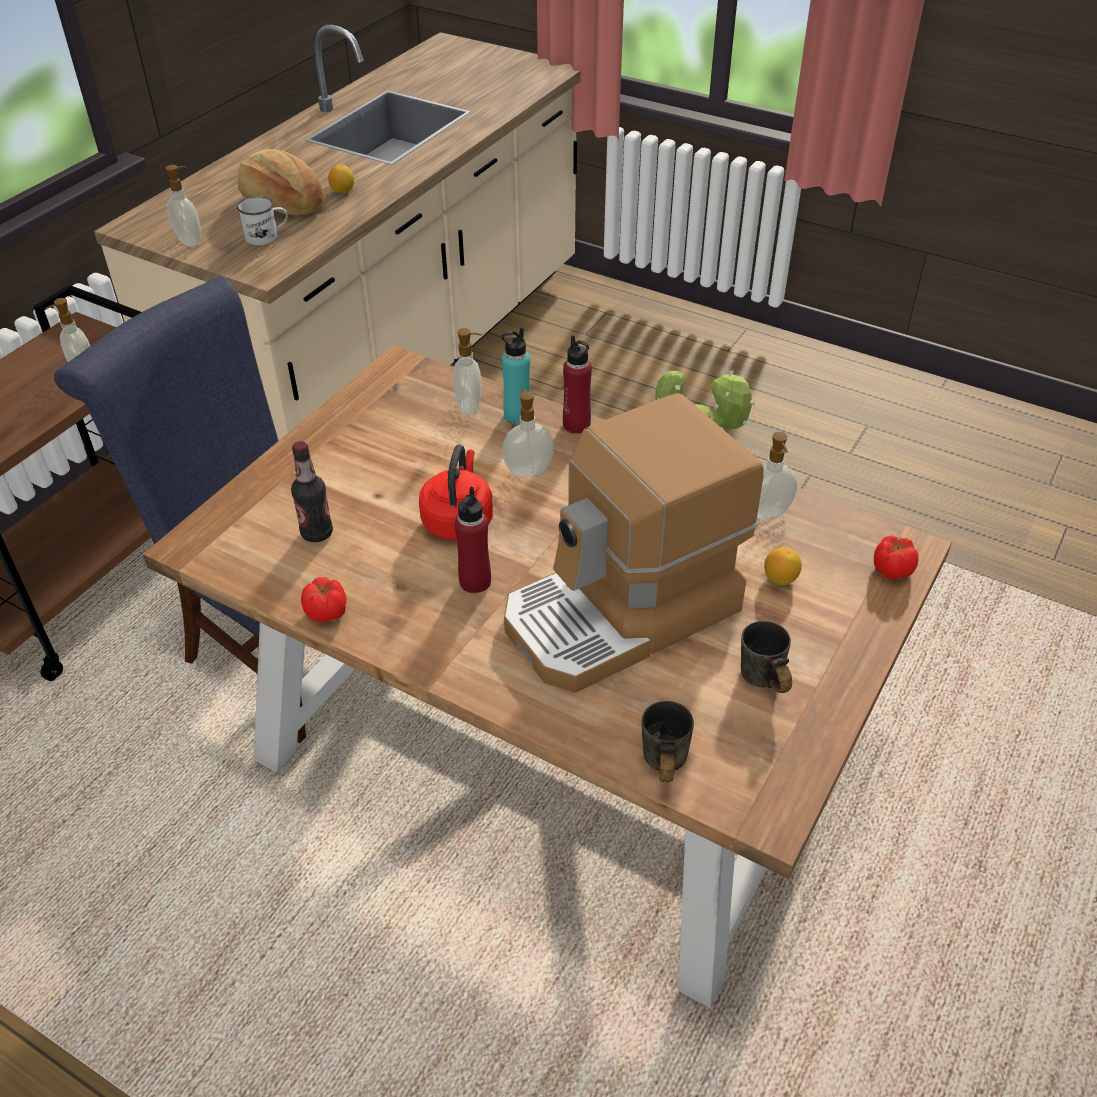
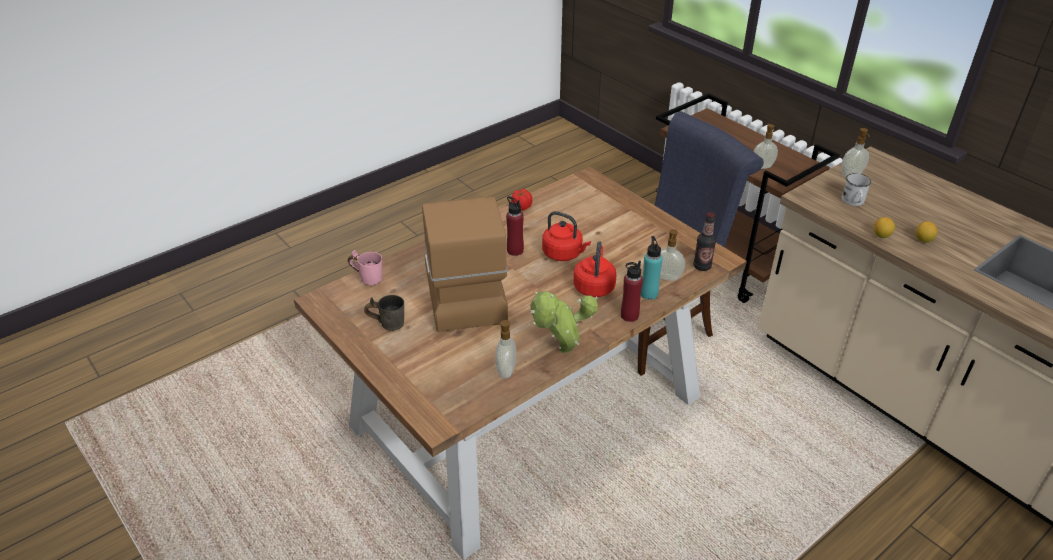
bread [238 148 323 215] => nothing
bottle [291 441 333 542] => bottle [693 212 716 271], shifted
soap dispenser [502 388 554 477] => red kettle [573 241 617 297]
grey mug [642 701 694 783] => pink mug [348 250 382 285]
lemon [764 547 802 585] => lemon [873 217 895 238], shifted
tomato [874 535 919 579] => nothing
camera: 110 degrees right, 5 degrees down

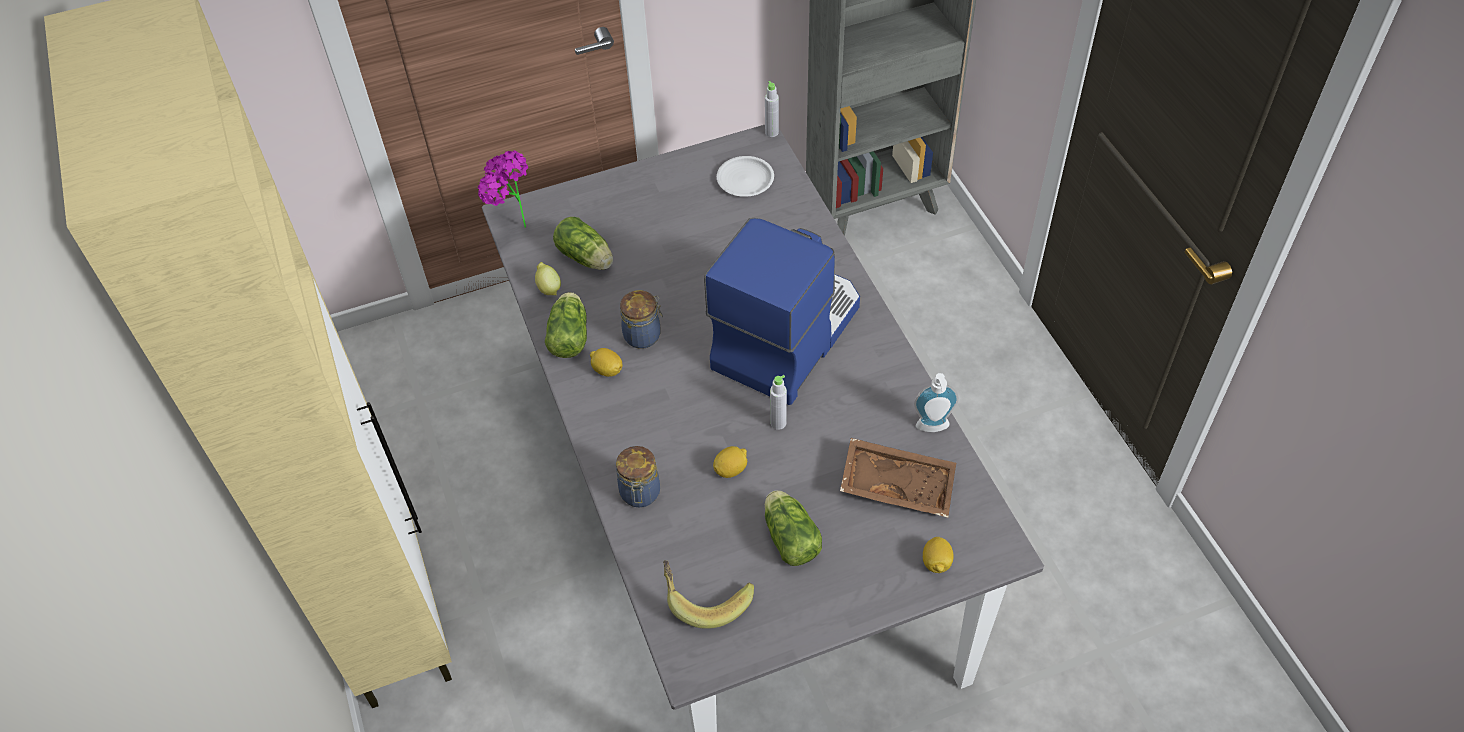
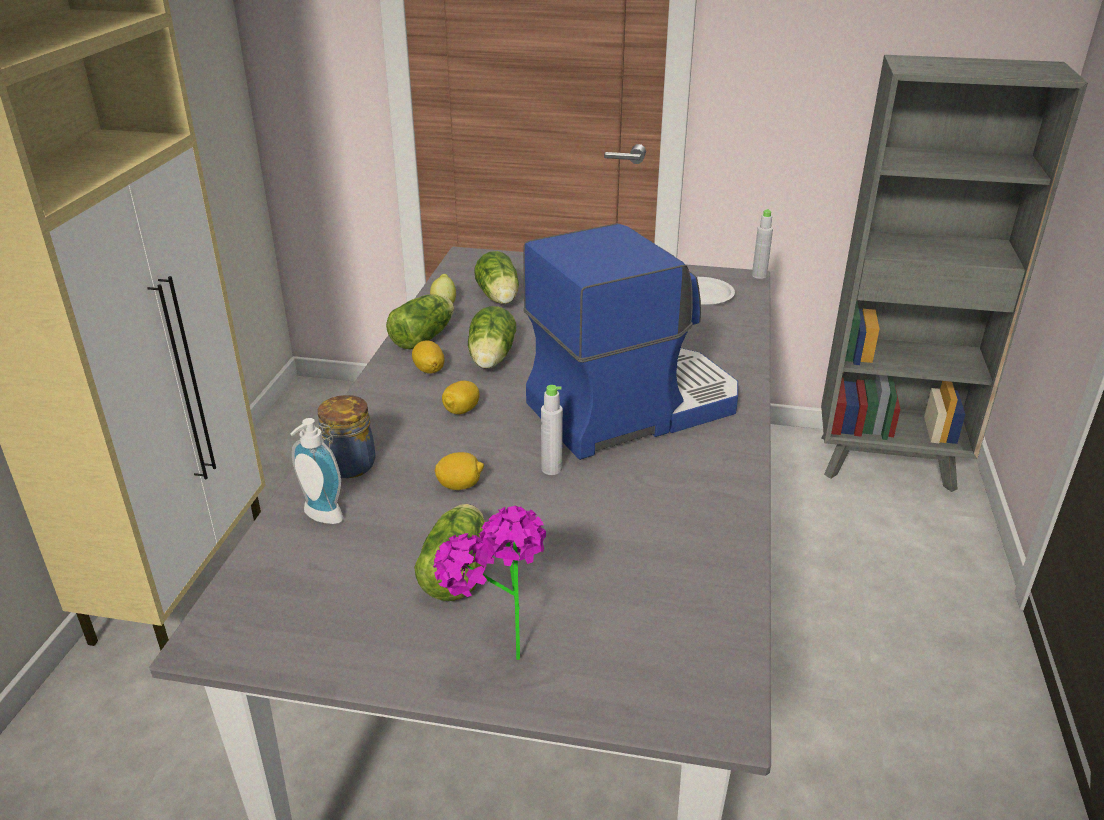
potted plant [477 150 528 228] => potted plant [433 506 546 660], shifted
jar [620 290 663 349] => lettuce [468 306 516 369]
banana [663 560 754 629] => nothing
brown tray [840 438 956 518] => nothing
soap dispenser [914 373 959 432] => soap dispenser [290 418 343 524], shifted
lemon [923 537 954 573] => lemon [442 381 480 414], shifted
camera: 30 degrees right, 20 degrees down

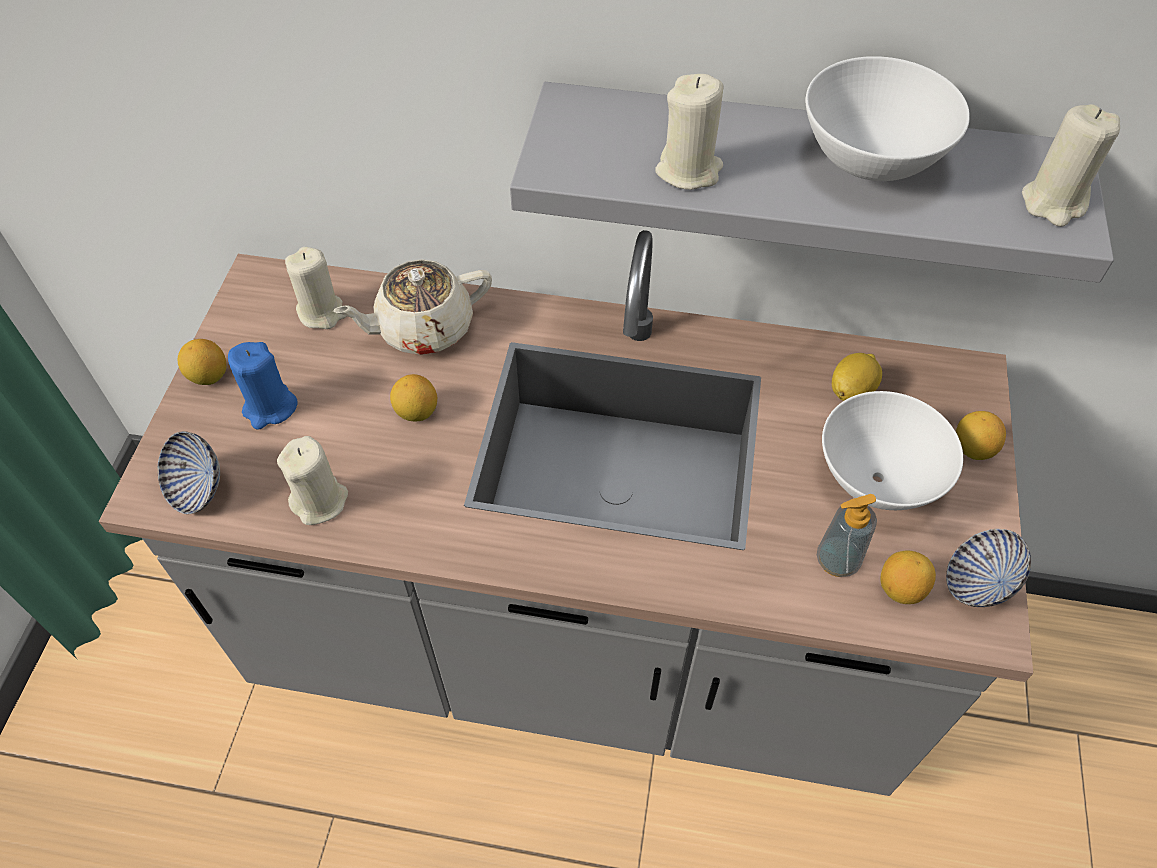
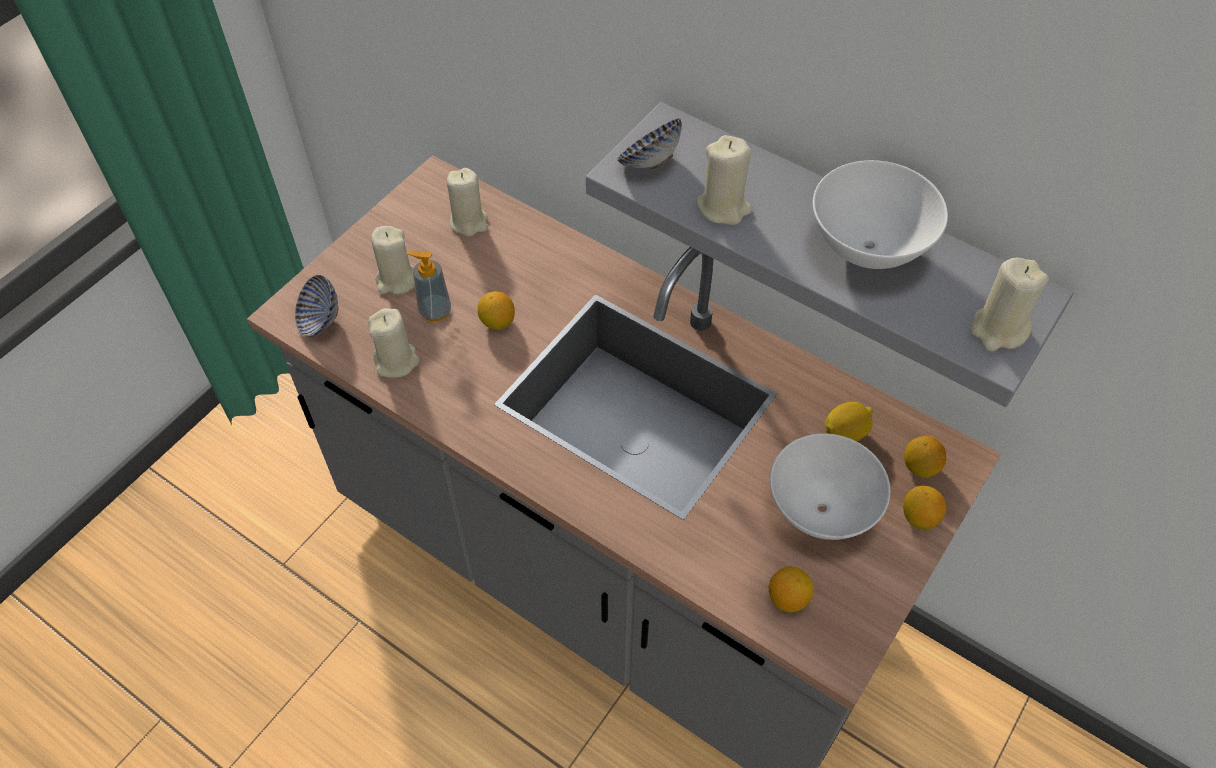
lemon [178 339 226 385] => lemon [904 436 946 478], shifted
blue candle [228 342 297 430] => beige candle [371 226 415 295]
beige teapot [333 259 492 355] => nothing
soap dispenser [817 494 877 577] => soap dispenser [406 251 451 321], shifted
bowl [946 529 1031 607] => bowl [617 118 682 169], shifted
camera: 25 degrees right, 0 degrees up

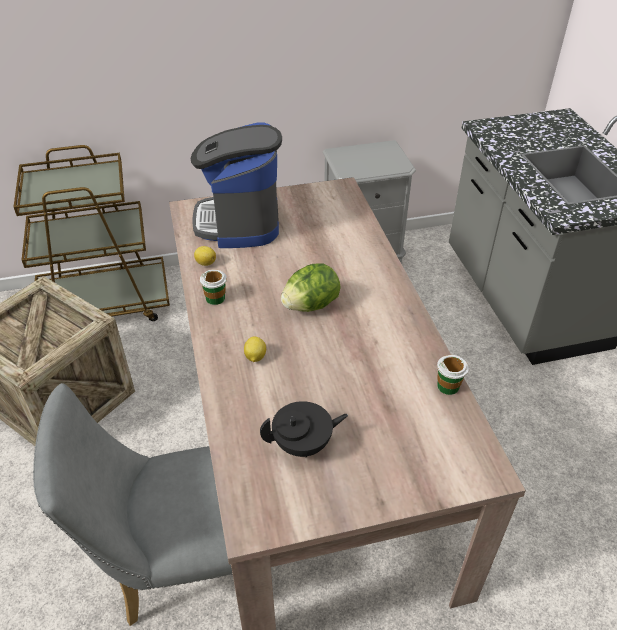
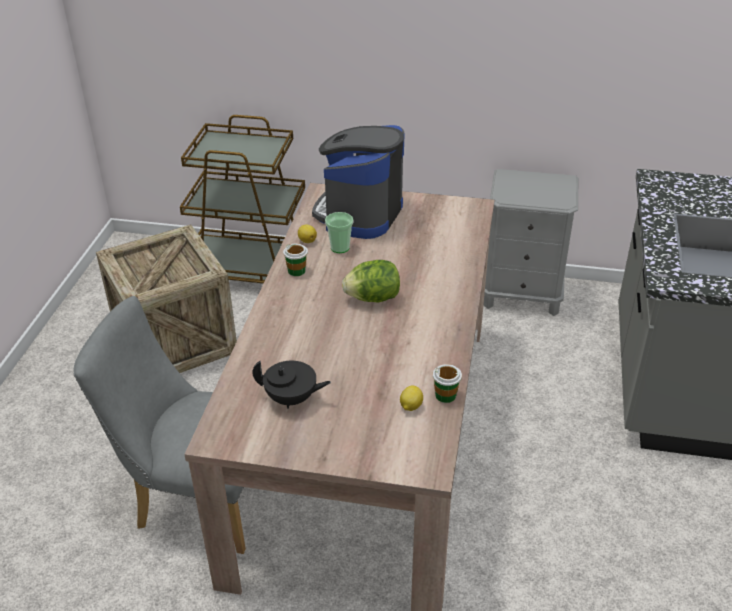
lemon [244 337 266 362] => lemon [400 386 423 411], shifted
nothing => cup [325 212 353 253]
camera: 25 degrees right, 5 degrees down

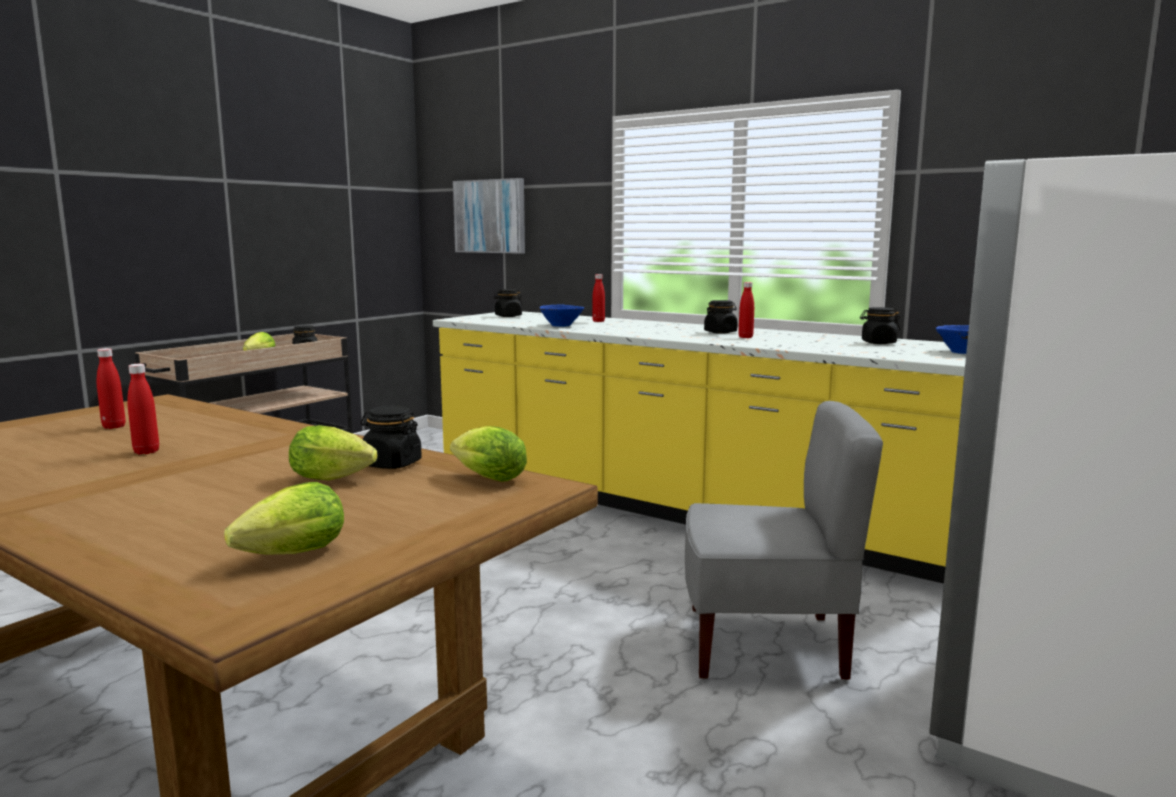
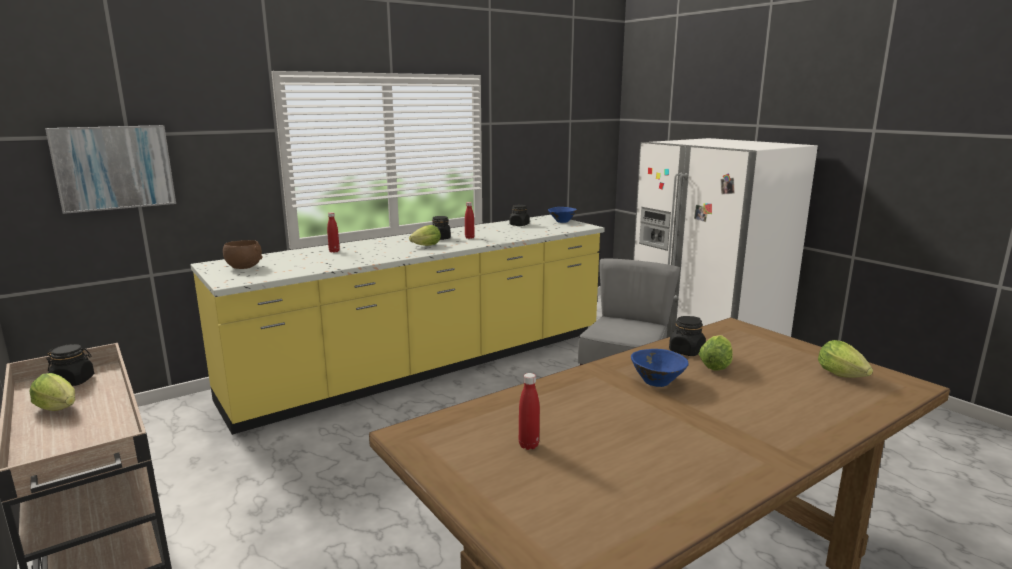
red bottle [127 364 159 454] => nothing
lettuce [450 426 527 482] => lettuce [409 225 441 246], shifted
black jar [493 289 522 317] => brown bowl [223 240 263 269]
blue bowl [539 305 584 327] => blue bowl [631 349 688 387], shifted
camera: 70 degrees left, 5 degrees up

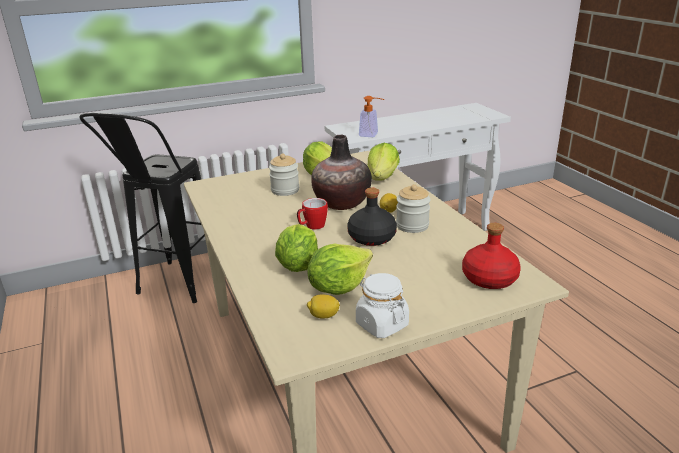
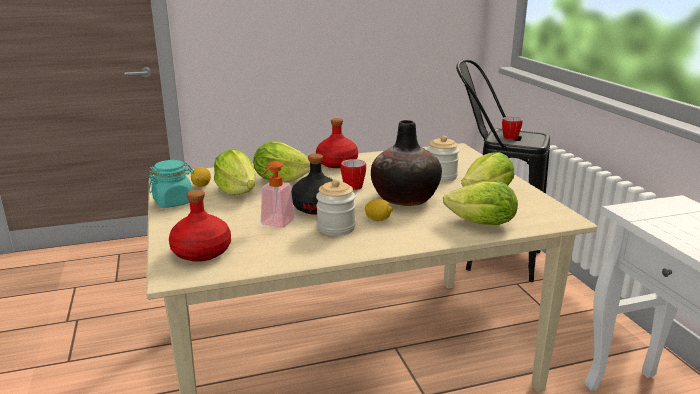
white jar [356 273 409 338] => turquoise jar [148 160 194 208]
soap dispenser [359 96 385 137] => soap dispenser [261 161 295 228], shifted
nothing => red bottle [316 118 358 168]
nothing => mug [502 117 523 140]
camera: 95 degrees right, 5 degrees down

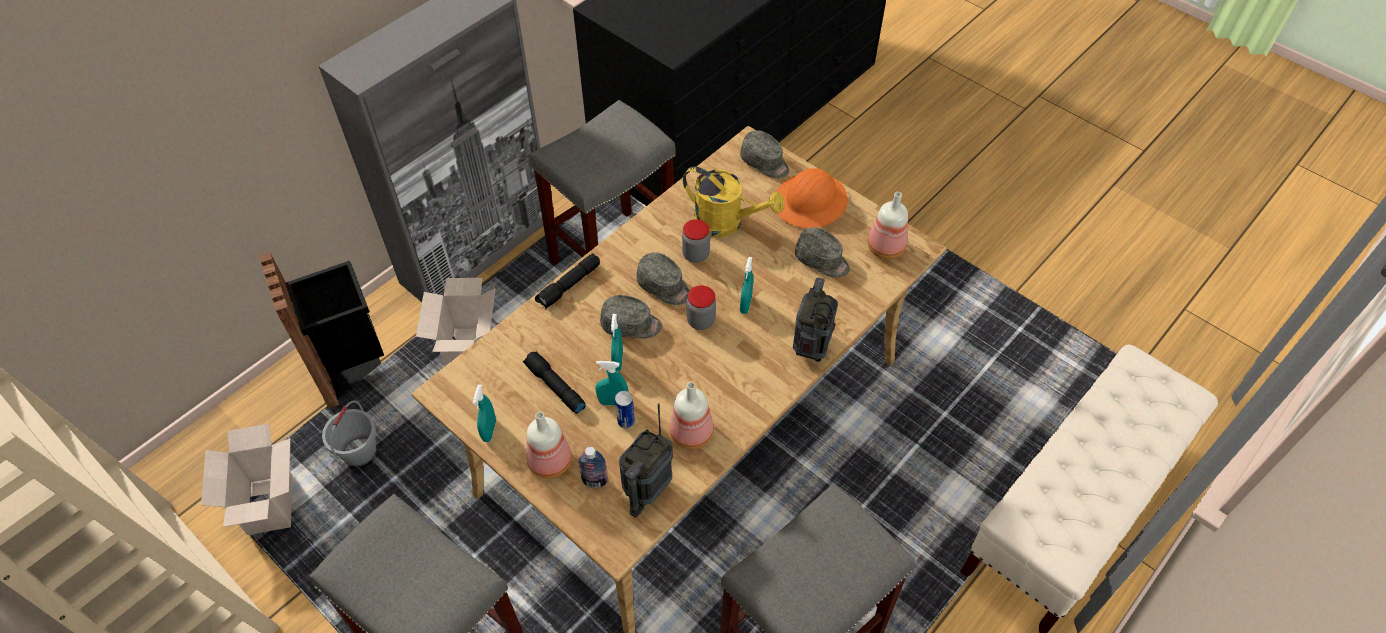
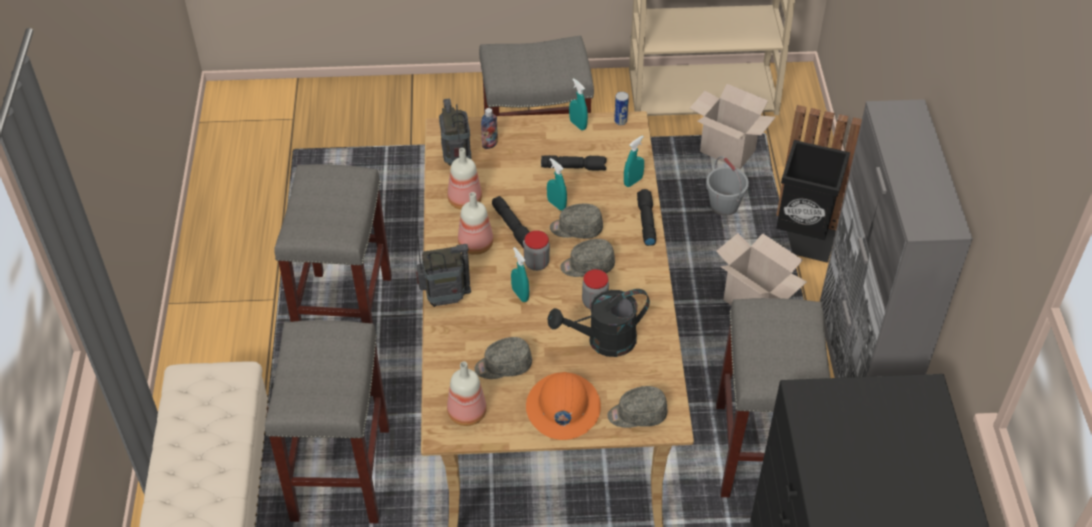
bottle [526 412 572 478] => bottle [458 192 493 255], shifted
turquoise spray bottle [595 361 628 406] => turquoise spray bottle [624 135 644 187], shifted
grey cap [600 295 662 339] => grey cap [550 204 603 239], 45 degrees clockwise
can [615 391 635 429] => can [614 92 629 125], shifted
yellow watering can [683 166 785 237] => black watering can [548 289 650 357]
radio [793 278 838 362] => radio [416 235 471 307], 75 degrees counterclockwise
nothing => grey stool [265 320 390 523]
nothing => black flashlight [492 196 529 249]
camera: 135 degrees right, 5 degrees down

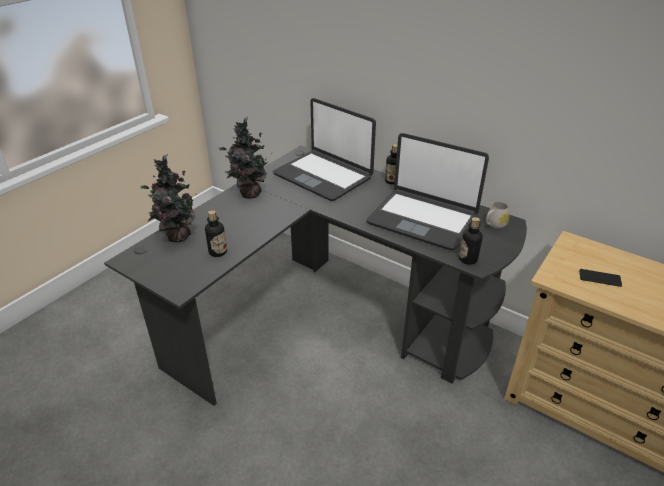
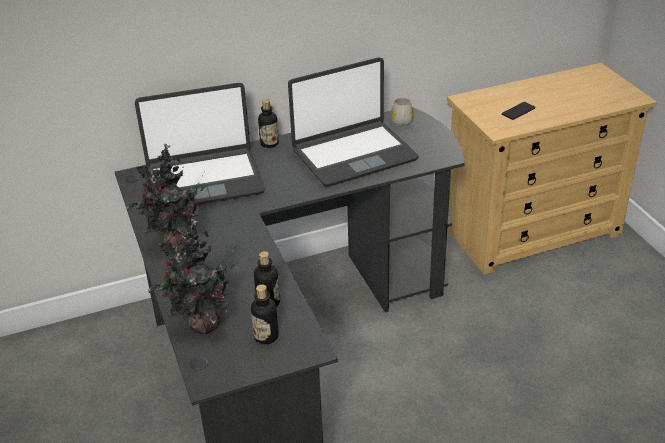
bottle [459 217 483 265] => bottle [251 284 279 344], shifted
camera: 55 degrees left, 0 degrees up

